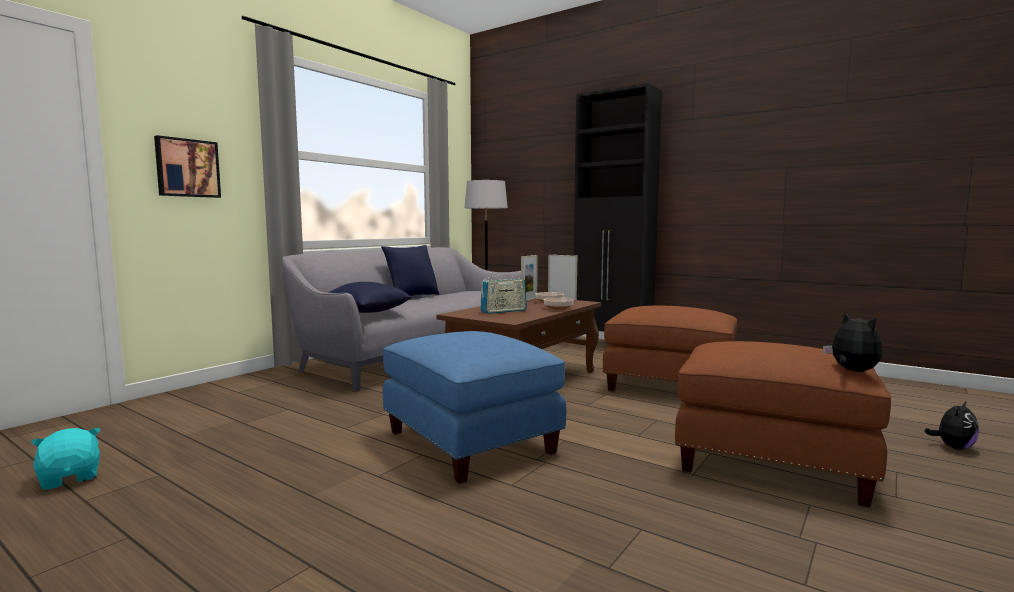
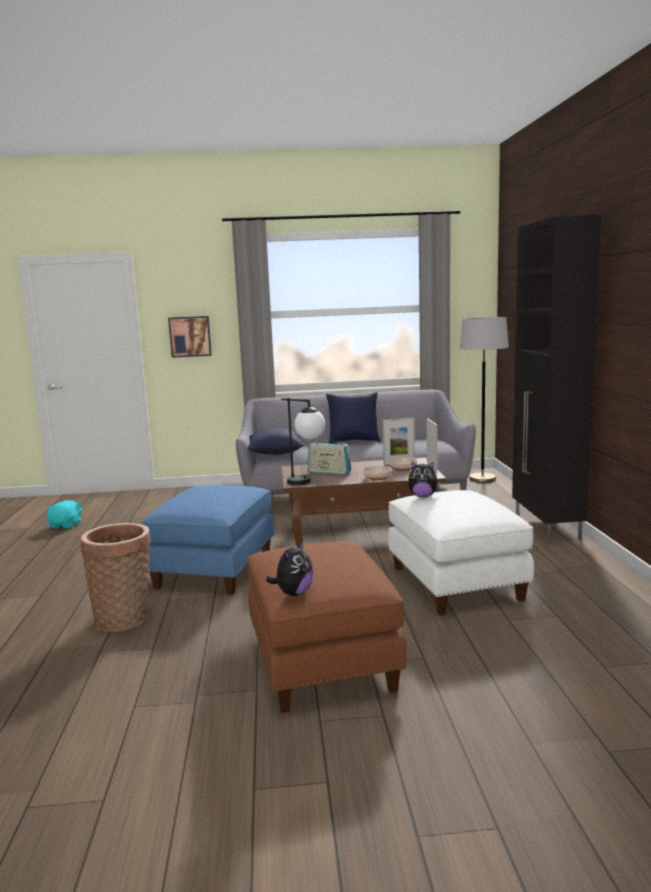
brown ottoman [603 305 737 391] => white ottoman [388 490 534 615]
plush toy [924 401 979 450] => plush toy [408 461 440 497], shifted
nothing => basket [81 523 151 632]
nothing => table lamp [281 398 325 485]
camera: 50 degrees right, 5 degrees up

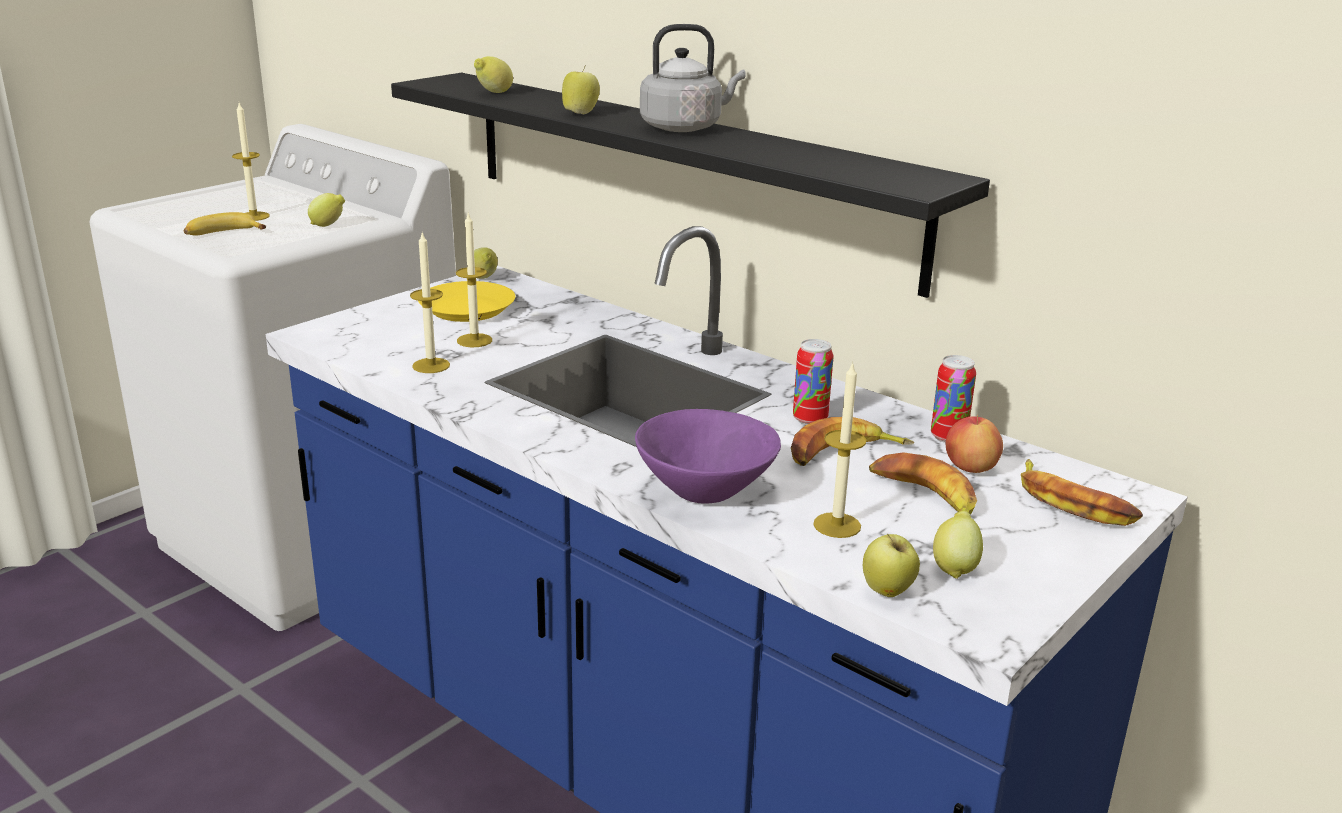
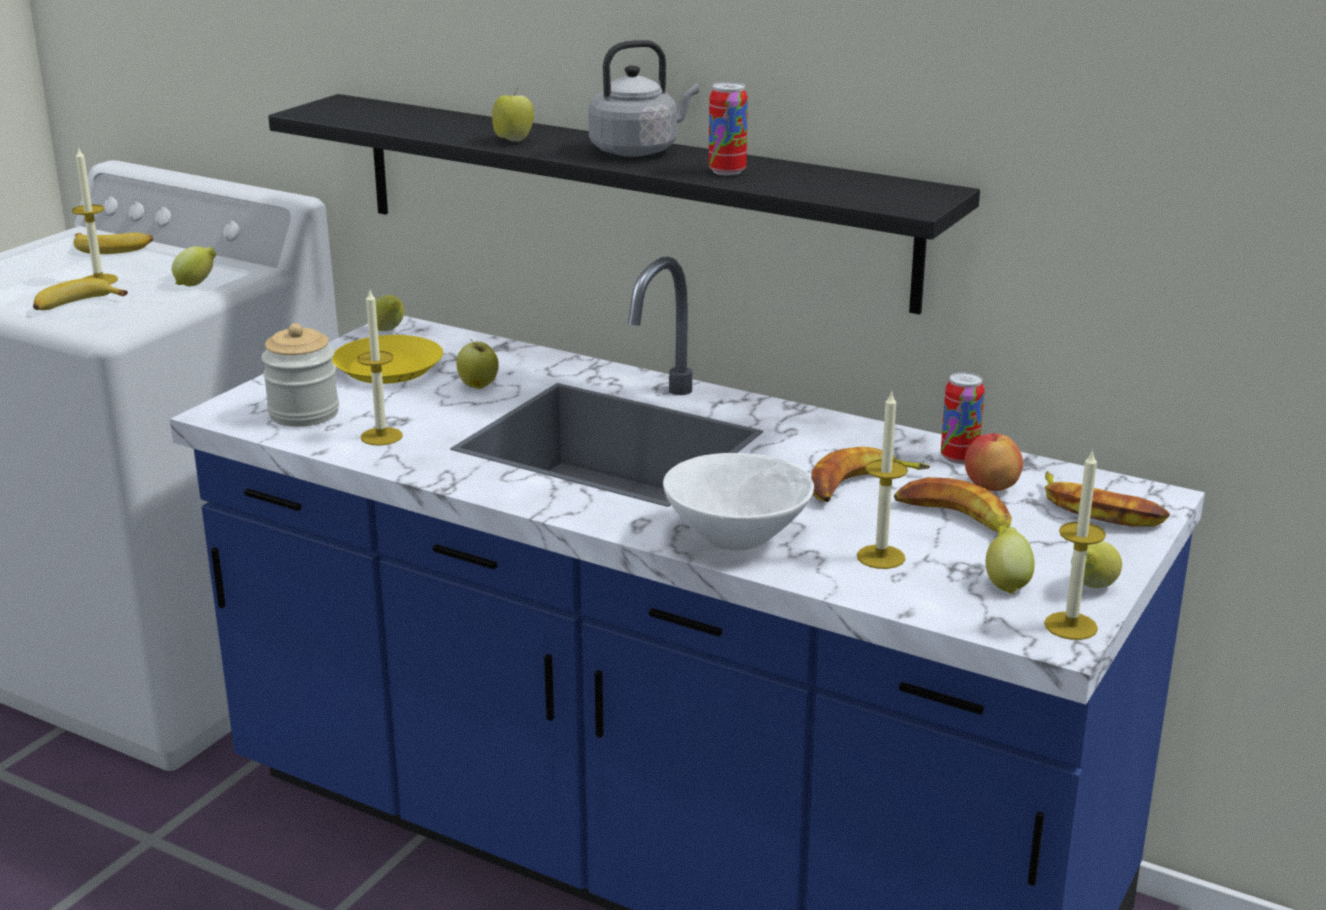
candle [456 213 492 347] => candle [1044 449 1106 640], shifted
lemon [474 56 513 93] => lemon [1071 541 1122 588], shifted
purple bowl [635 409 781 504] => white bowl [663 453 814 551]
can [793 339 834 425] => can [709 82 748 175], shifted
apple [863 534 920 597] => apple [456 339 499 389], shifted
nothing => banana [73 233 153 254]
nothing => jar [261 323 339 427]
camera: 10 degrees left, 0 degrees up

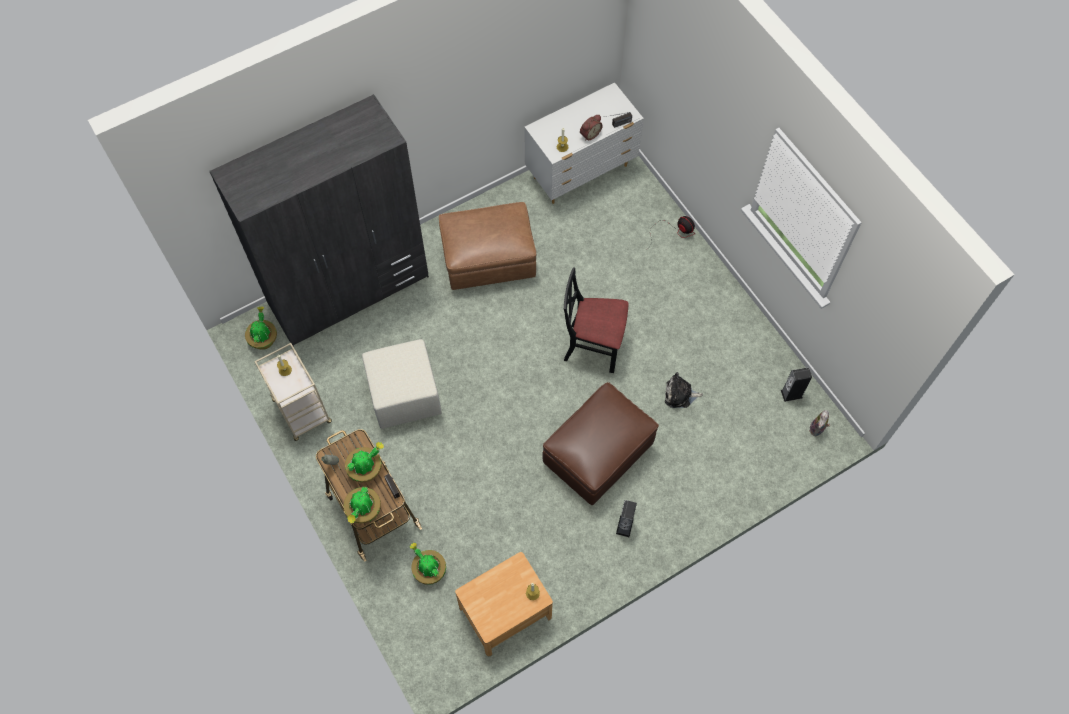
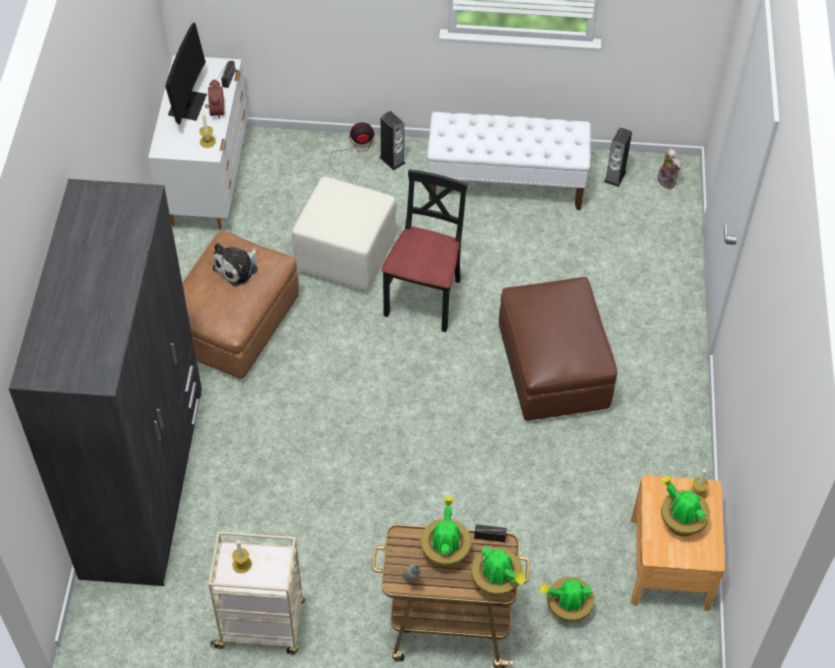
potted plant [245 306 277 350] => potted plant [661 475 710 536], shifted
beige ottoman [362 339 442 429] => beige ottoman [292 177 396 292], shifted
black chair [564 268 629 373] => black chair [381 169 468 332], 150 degrees clockwise
speaker [616 500 637 537] => speaker [379 111 405 171], shifted
plush toy [665 372 703 408] => plush toy [212 243 258 286], shifted
nothing => monitor [165 23 207 124]
nothing => white bench [427 112 591 210]
camera: 55 degrees left, 10 degrees down

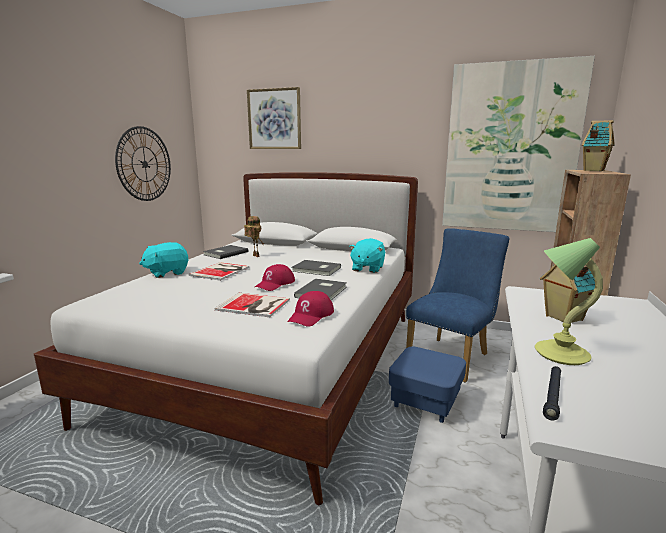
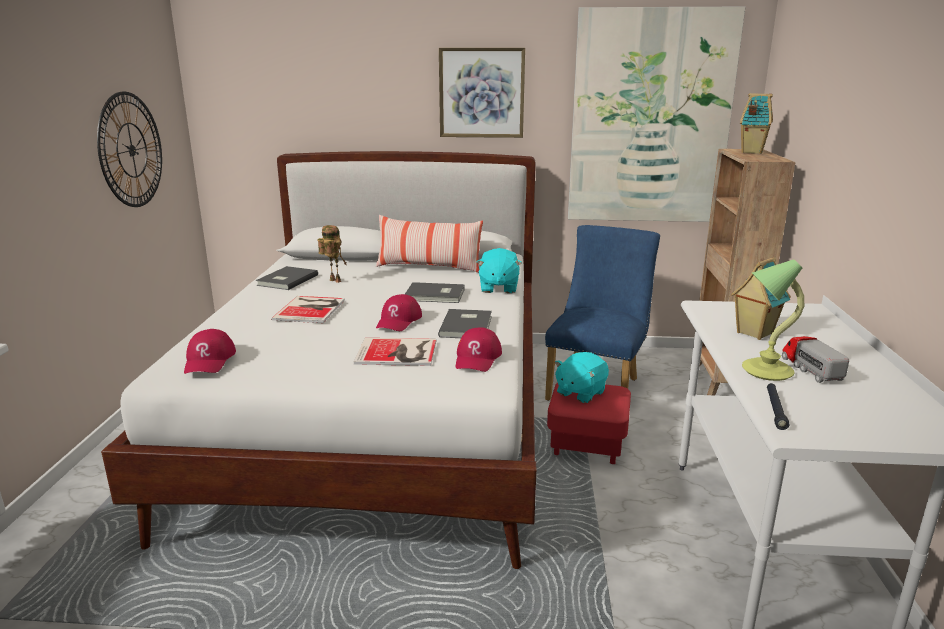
turquoise plush toy [139 242 188 278] => turquoise plush toy [554 352 609 403], shifted
picture [247 87 301 149] => picture [439 48 525 138], shifted
blue ottoman [389 347 466 423] => red ottoman [547 382 631 464]
nothing => red cap [184 329 236 374]
nothing => pillow [376 215 483 273]
nothing => toy truck [782 336 849 383]
camera: 15 degrees left, 5 degrees up

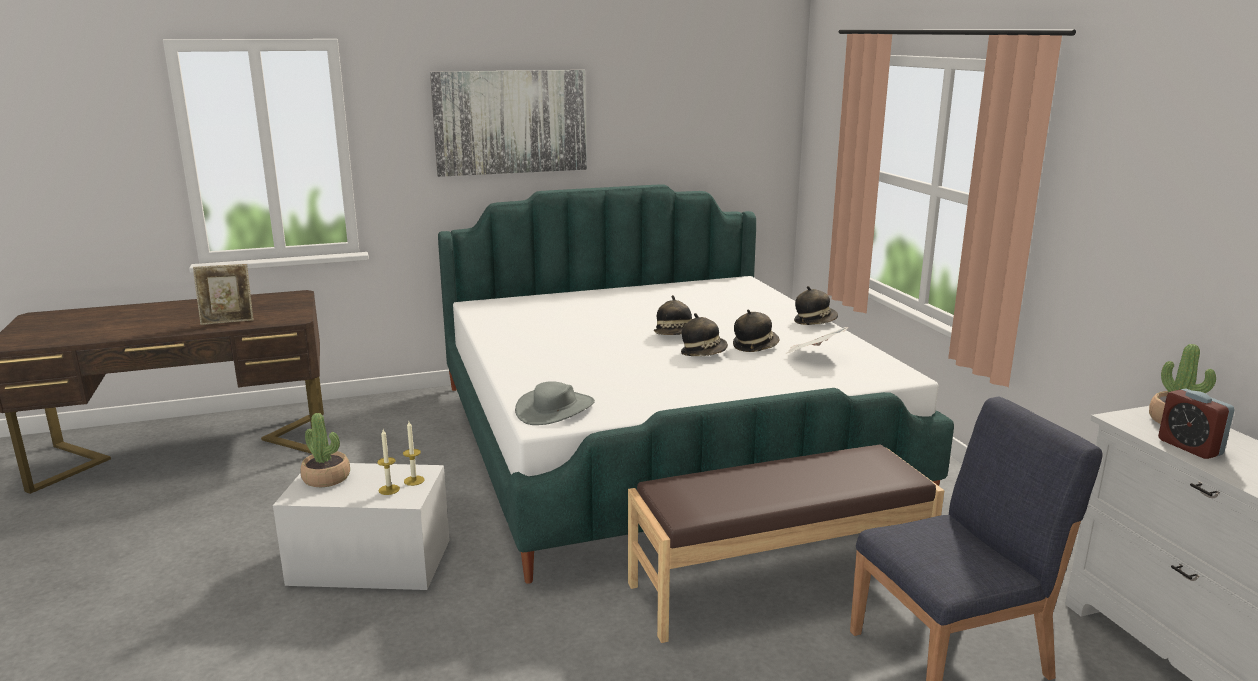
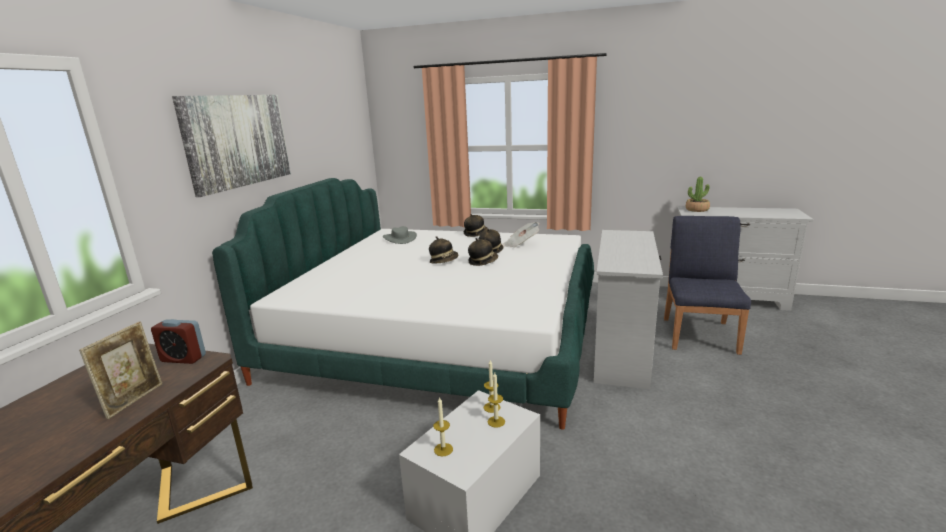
potted plant [300 413 350 487] => candle [433 397 453 457]
grey hat [515 381 595 425] => grey hat [383 226 417 244], shifted
brown bench [628 444 944 643] => white dresser [594 230 663 389]
alarm clock [1158 389 1235 459] => alarm clock [151 319 206 364], shifted
camera: 55 degrees left, 0 degrees up

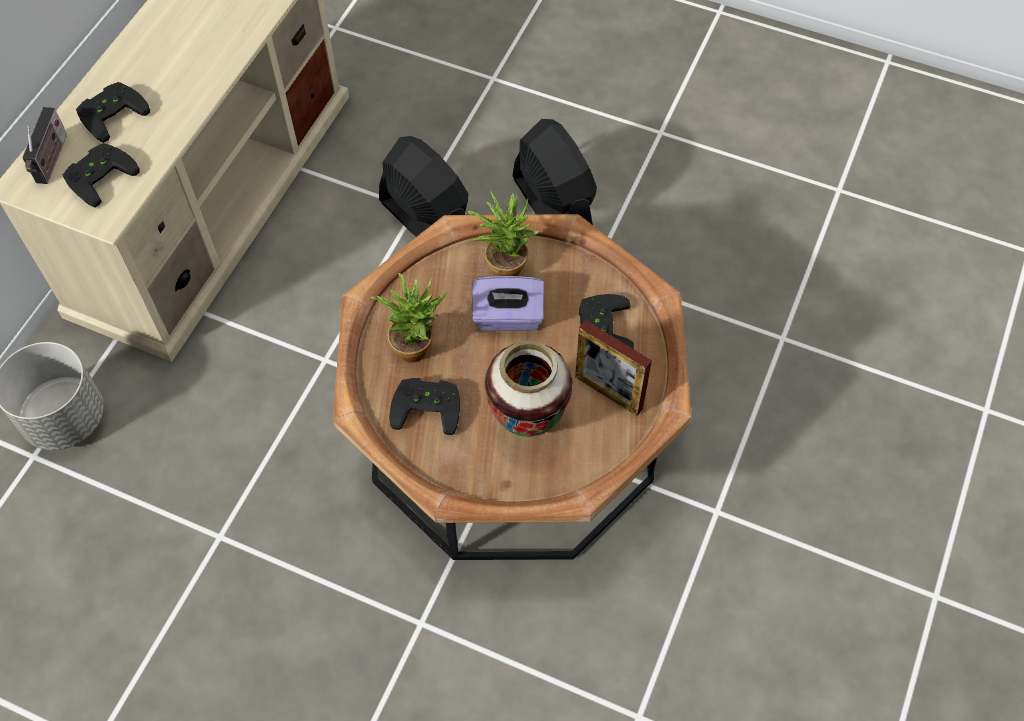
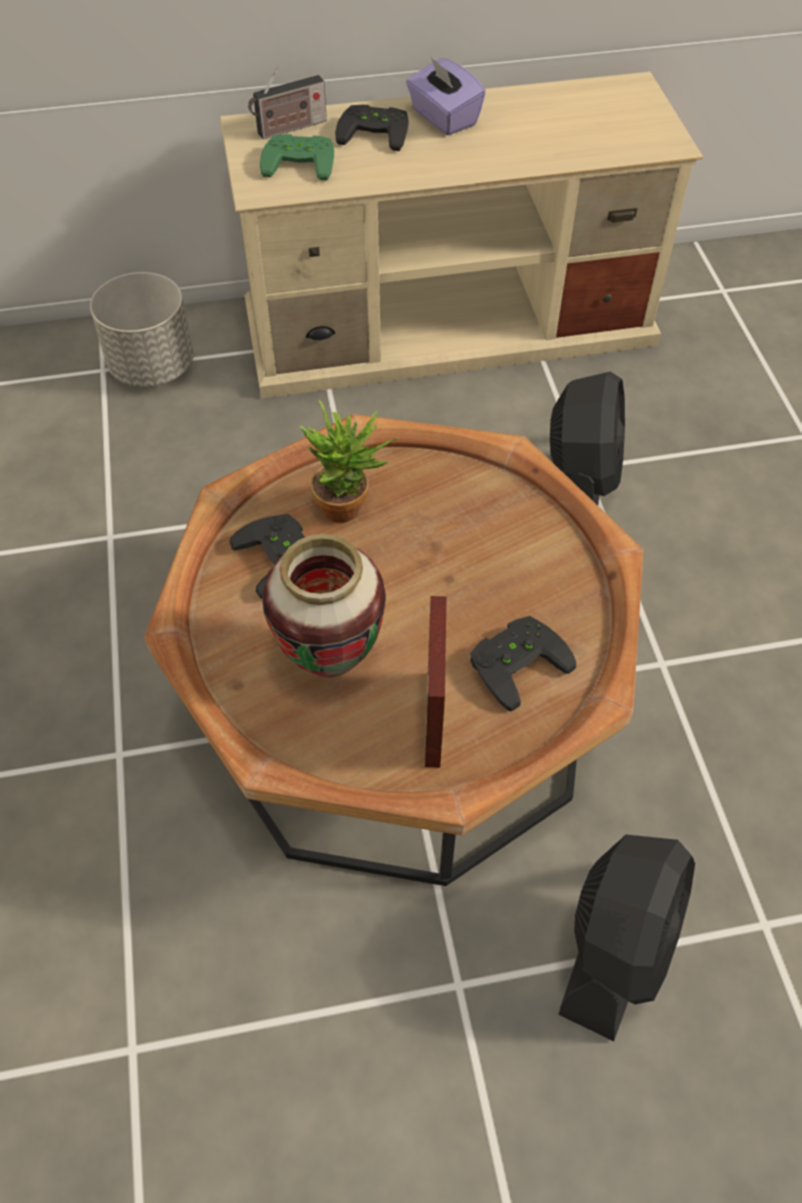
black game controller [63 143 140 208] => green game controller [260 134 334 181]
potted plant [467 190 539 276] => nothing
purple tissue box [472 276 544 331] => purple tissue box [406 57 486 135], shifted
black fan [513 119 597 225] => black fan [558 835 695 1041], shifted
camera: 55 degrees right, 5 degrees down

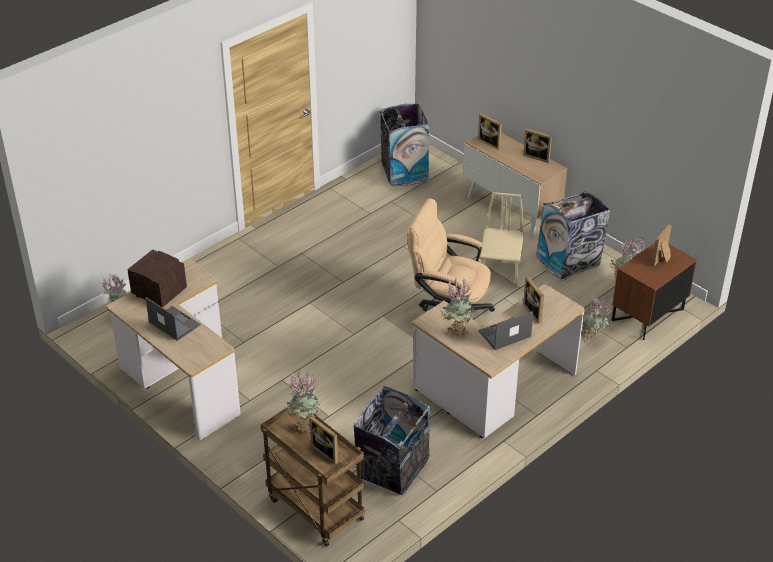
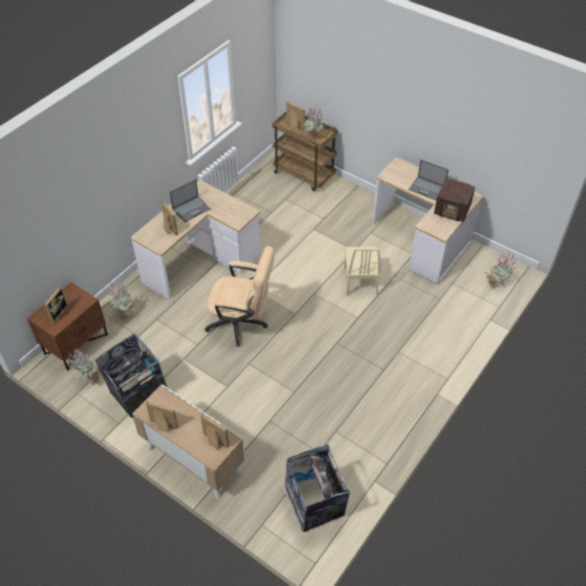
trash can [354 386 430 495] => nothing
potted plant [440 277 474 336] => nothing
beige chair [480 192 524 288] => beige chair [344 246 381 296], shifted
camera: 170 degrees right, 10 degrees up

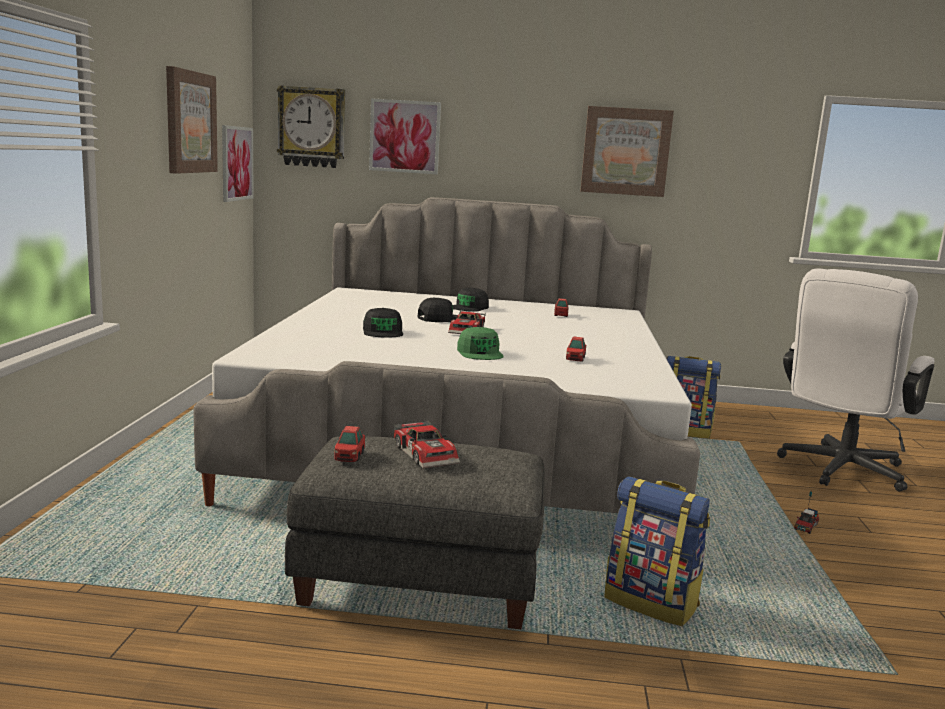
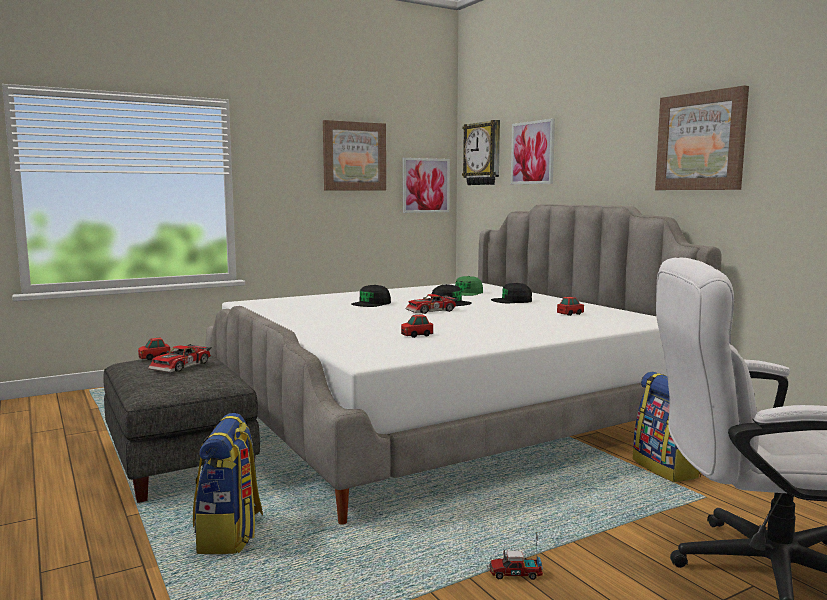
green cap [457 327 504 360] => green cap [455 276 483 296], shifted
camera: 55 degrees right, 5 degrees down

